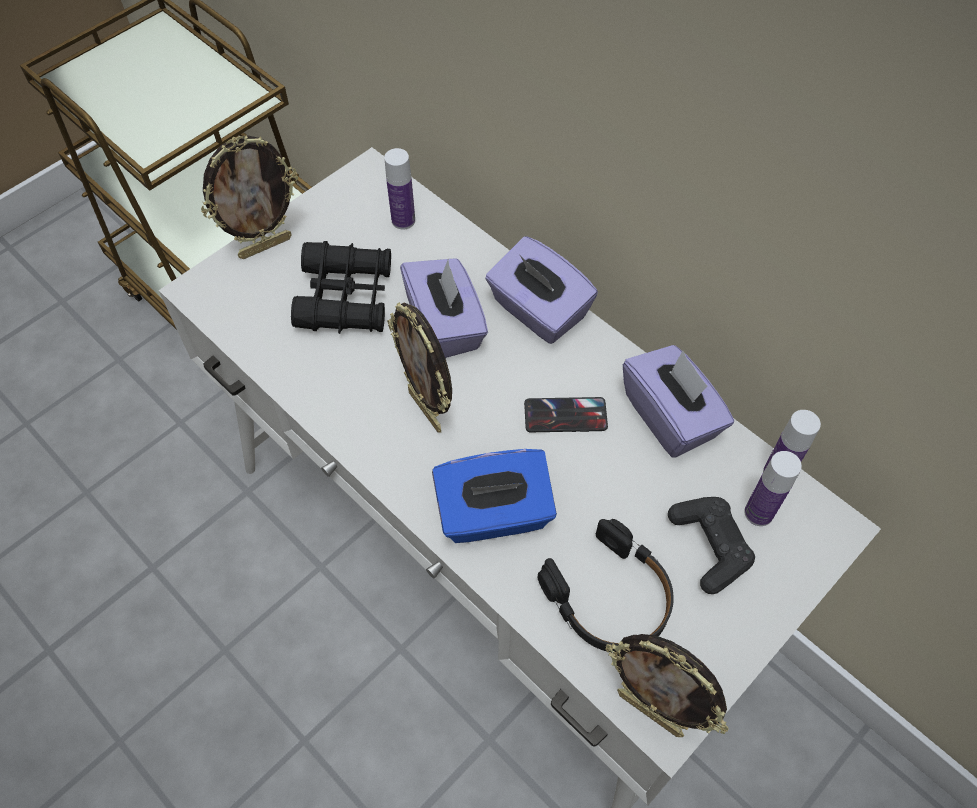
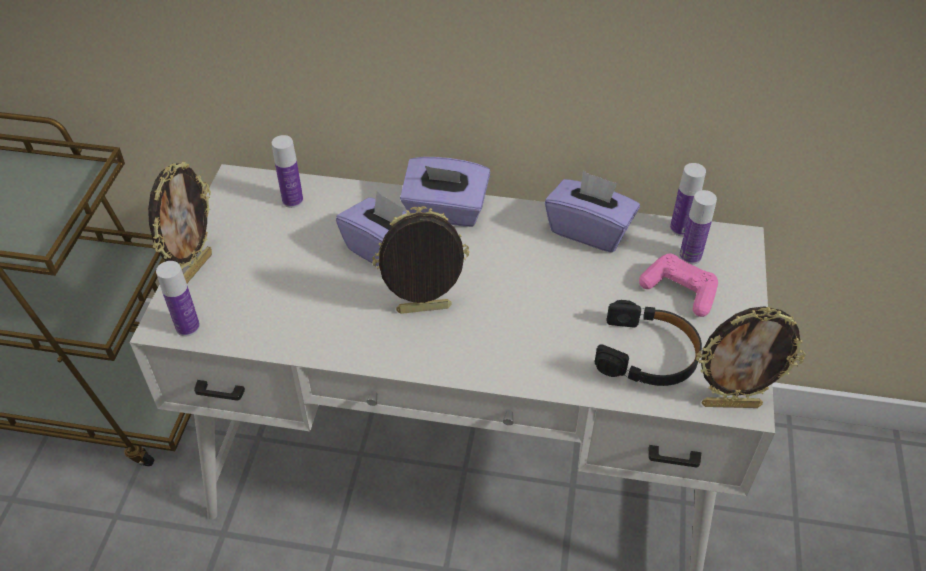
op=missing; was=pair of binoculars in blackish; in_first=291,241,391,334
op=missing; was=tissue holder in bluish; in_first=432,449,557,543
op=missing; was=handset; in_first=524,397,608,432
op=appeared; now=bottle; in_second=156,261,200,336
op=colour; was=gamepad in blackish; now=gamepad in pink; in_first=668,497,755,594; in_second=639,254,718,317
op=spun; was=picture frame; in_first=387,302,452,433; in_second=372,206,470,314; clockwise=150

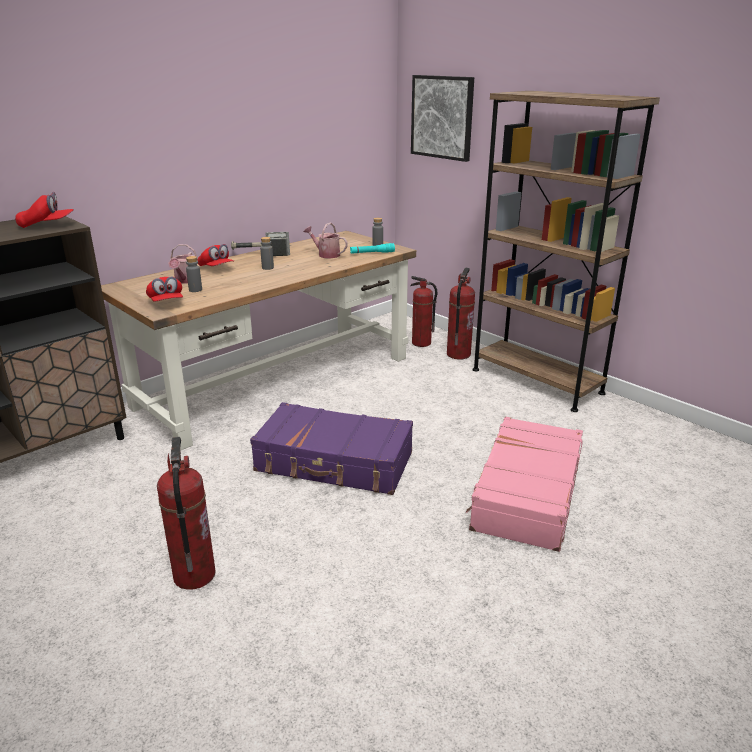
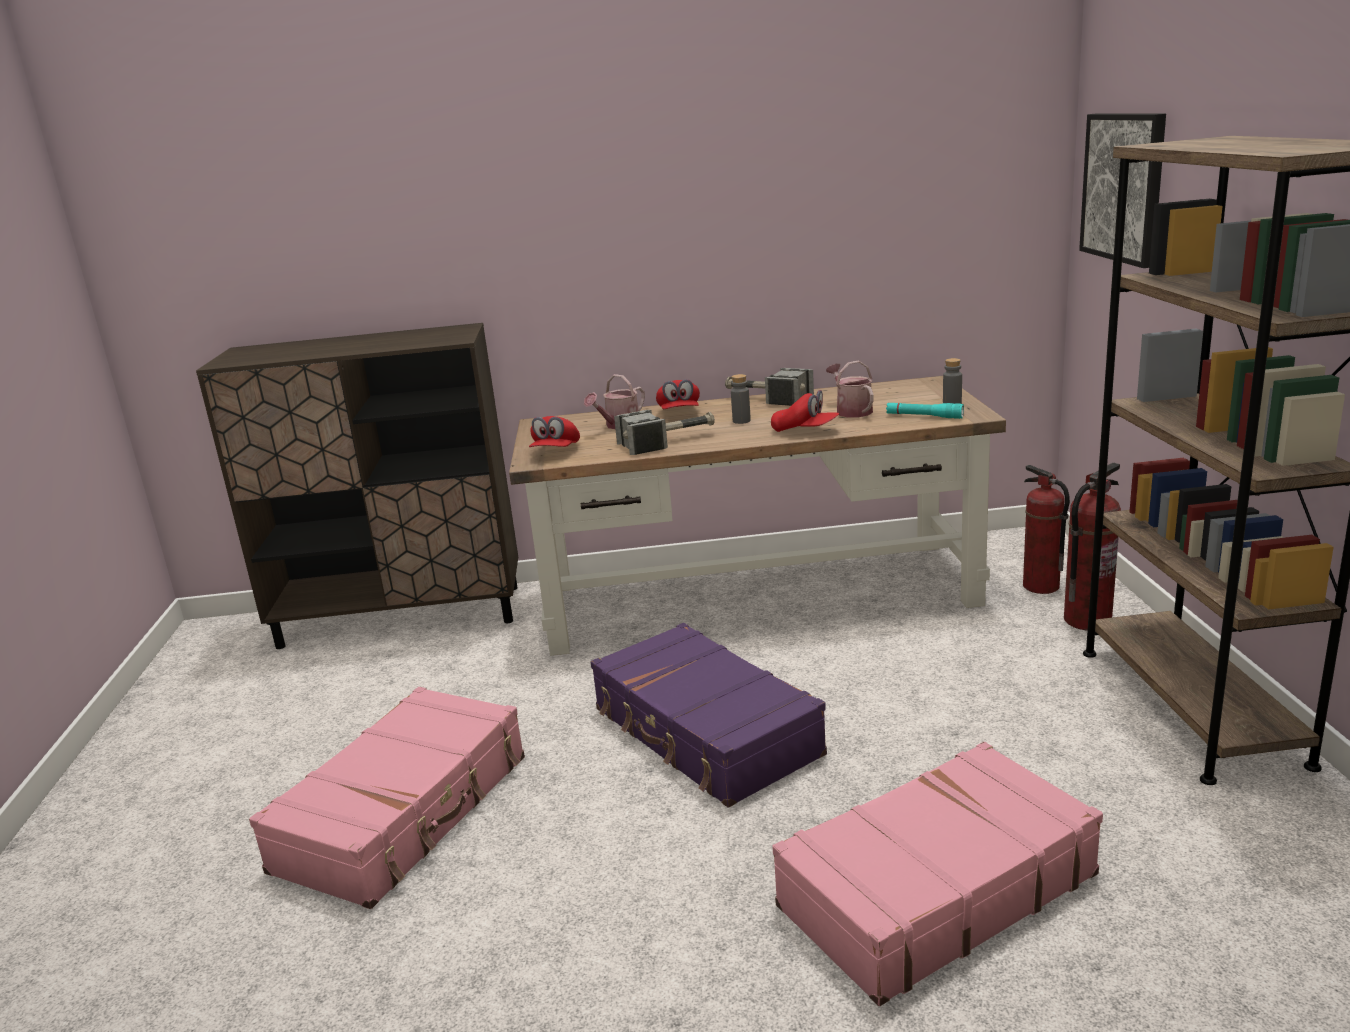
op=missing; was=bottle in grey; in_first=186,256,202,292
op=appeared; now=hammer; in_second=614,410,715,455
op=relocated; was=cap in red-coloured; in_first=15,192,74,228; in_second=771,390,840,432
op=exchanged; was=fire extinguisher; now=piece of luggage in pink; in_first=157,437,216,590; in_second=249,687,525,909

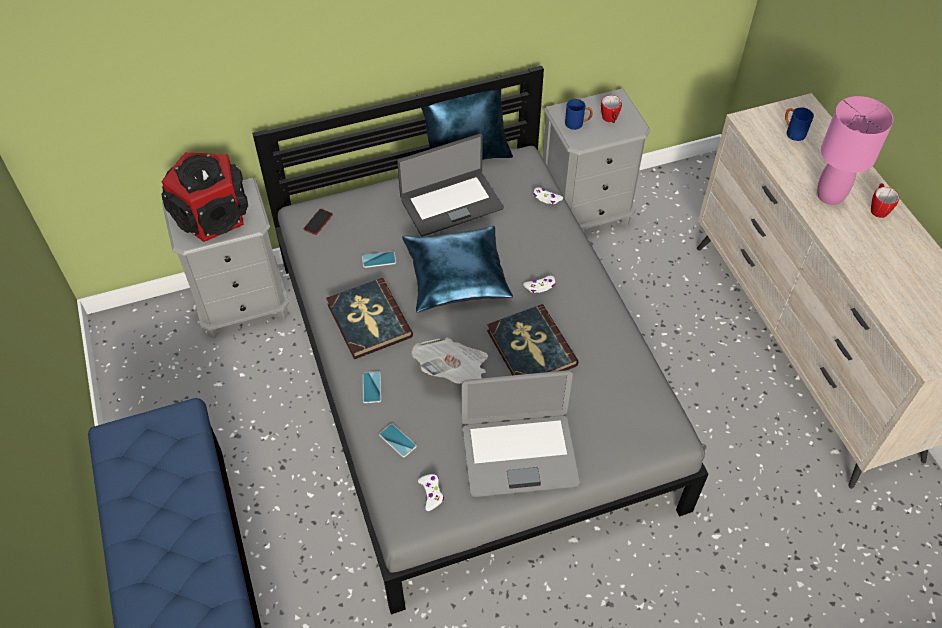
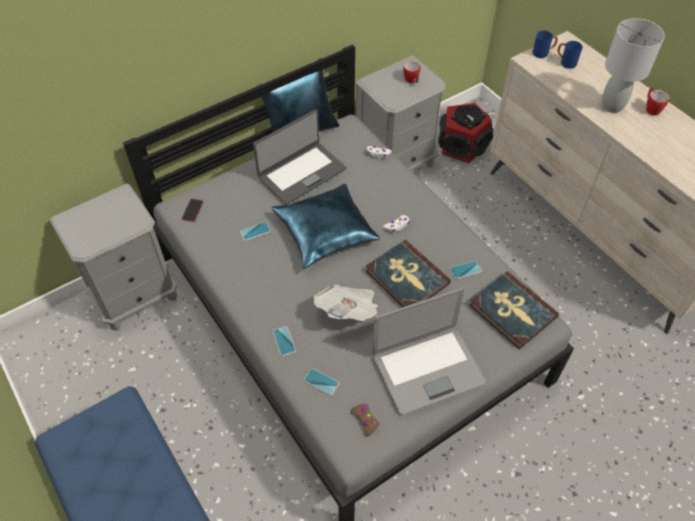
op=appeared; now=handset; in_second=449,261,482,279
op=relocated; was=audio speaker; in_first=161,152,248,242; in_second=438,103,493,163
op=relocated; was=volume; in_first=326,278,413,359; in_second=469,271,559,350
op=relocated; was=coffee mug in bluish; in_first=565,99,593,130; in_second=532,31,558,58
op=colour; was=gamepad in white; now=gamepad in brown; in_first=418,474,444,511; in_second=350,404,379,437
op=colour; was=tabletop lamp in pink; now=tabletop lamp in grey; in_first=817,96,893,205; in_second=602,18,665,113

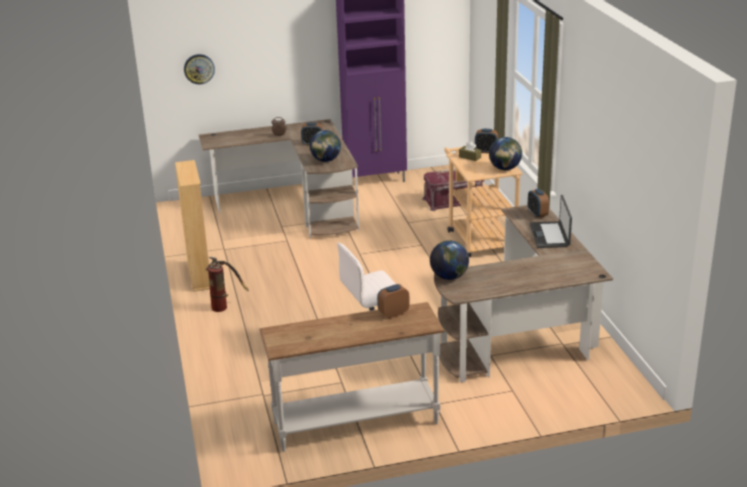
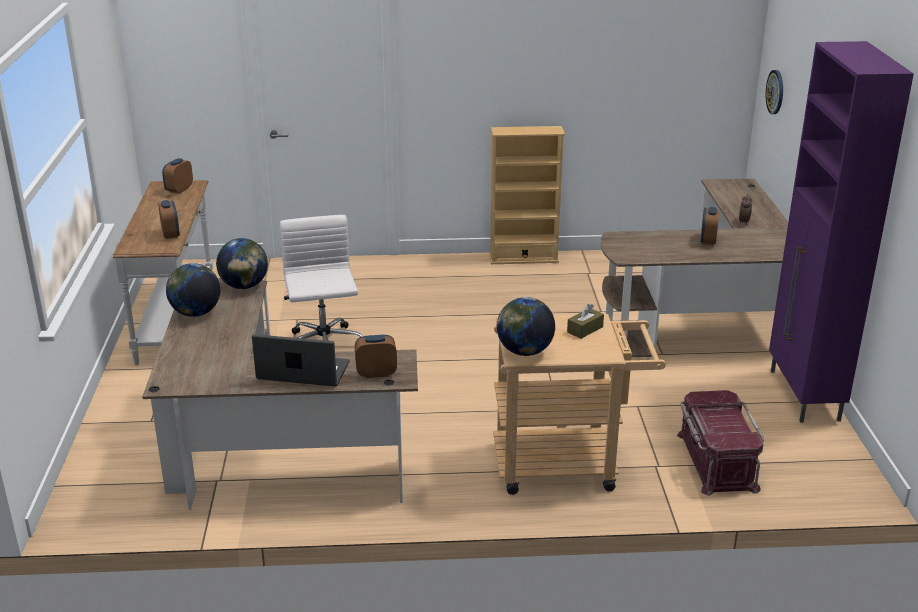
op=missing; was=fire extinguisher; in_first=206,257,249,312
op=relocated; was=world globe; in_first=310,130,341,162; in_second=166,263,220,317
op=relocated; was=table clock; in_first=475,129,498,153; in_second=162,158,193,194

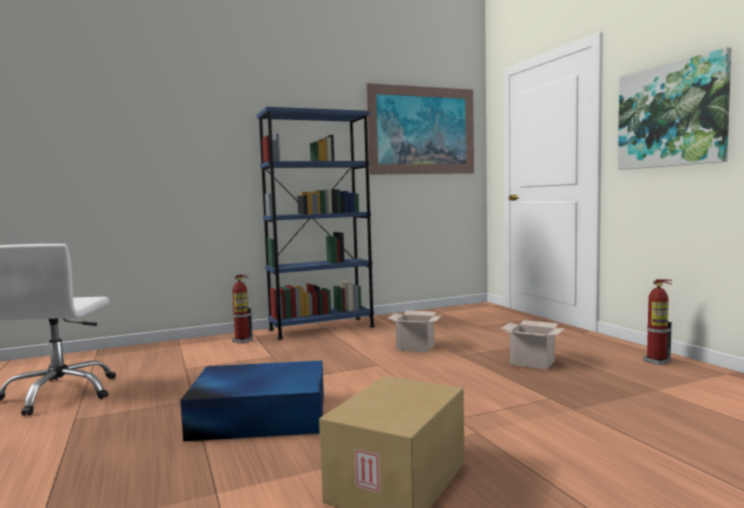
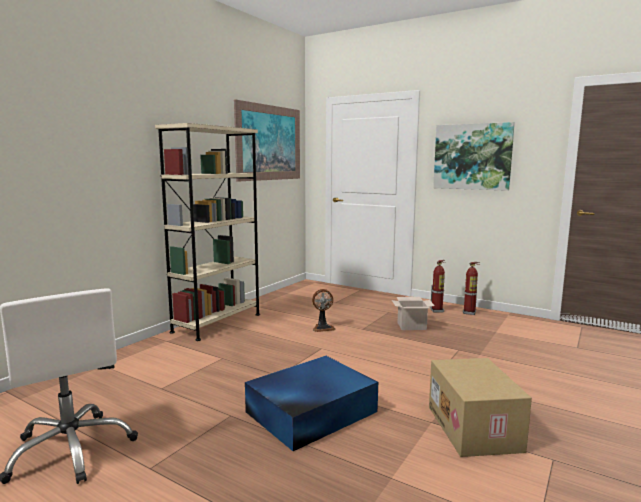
op=relocated; was=fire extinguisher; in_first=232,274,253,343; in_second=430,260,445,312
op=exchanged; was=packing box; now=cooling fan; in_first=387,311,442,353; in_second=312,289,335,332
op=colour; was=bookshelf in bluish; now=bookshelf in sand-coloured; in_first=257,107,375,340; in_second=155,123,260,341

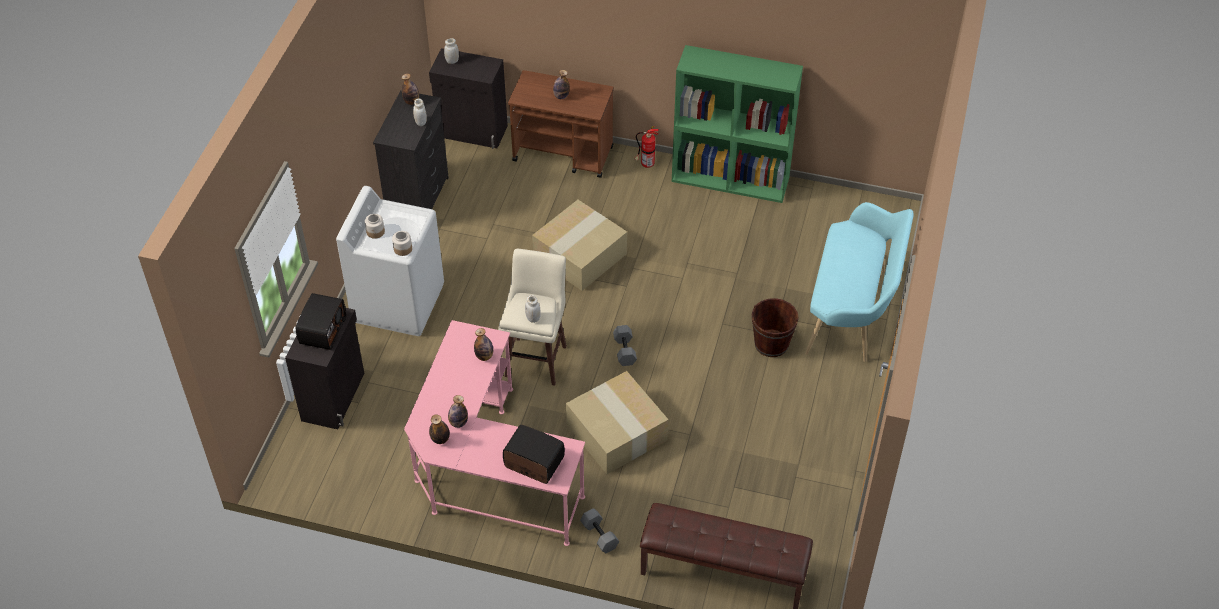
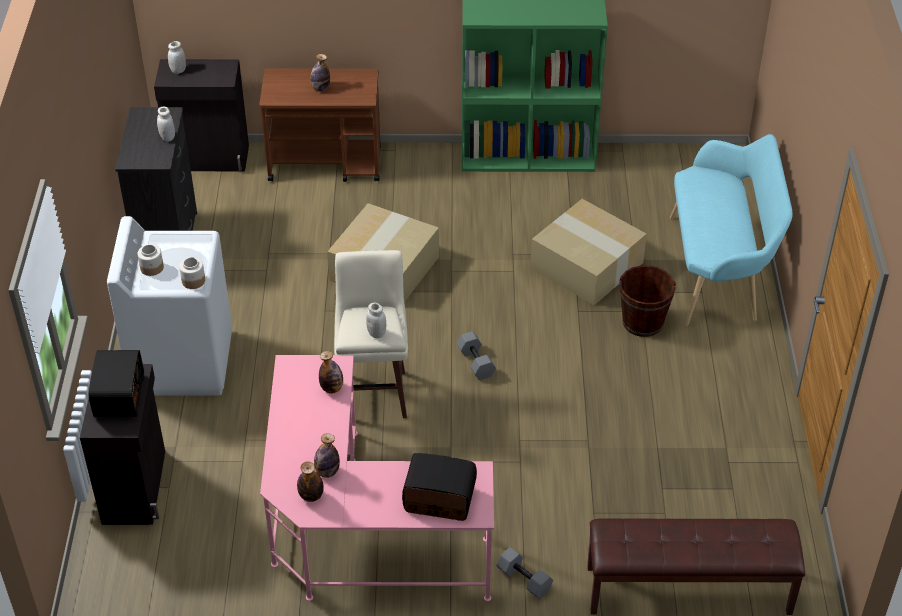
op=missing; was=bottle; in_first=402,73,419,105
op=missing; was=fire extinguisher; in_first=634,126,659,168
op=relocated; was=packing box; in_first=566,371,668,474; in_second=530,199,647,305

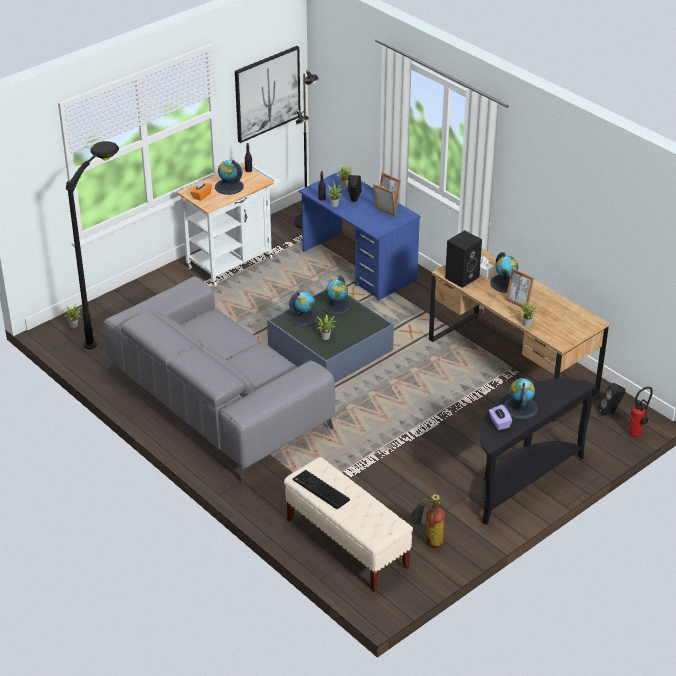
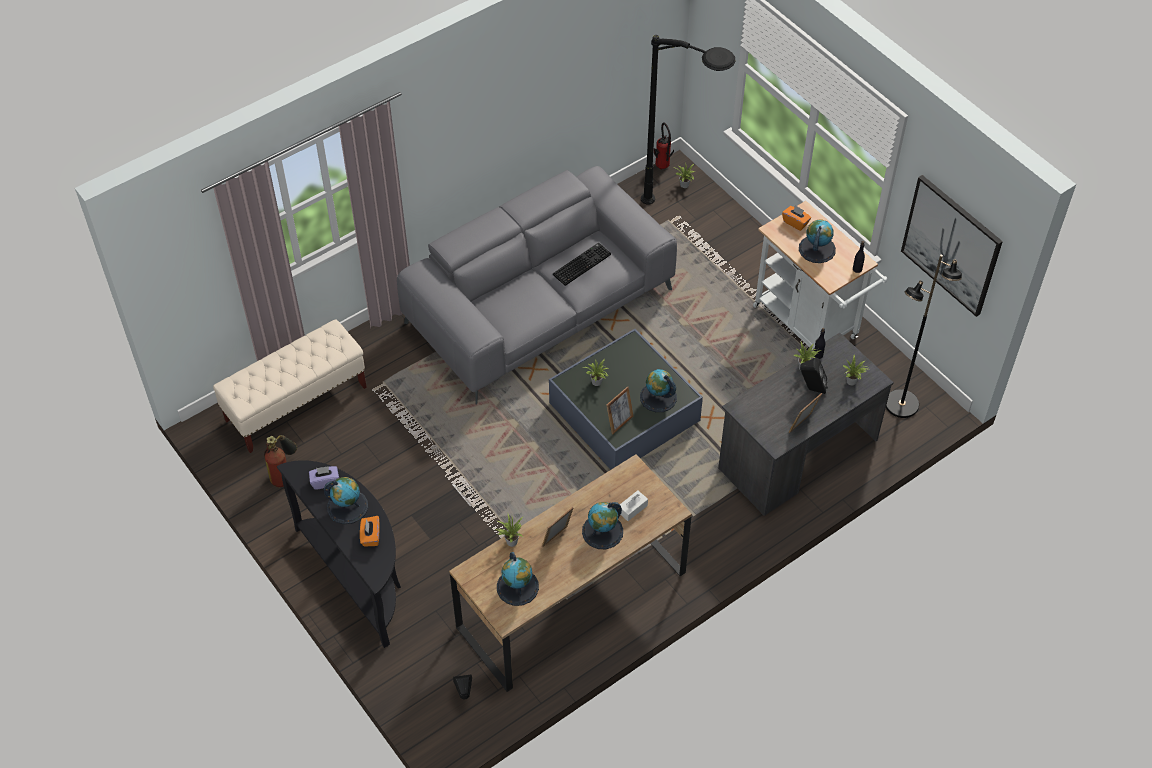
op=missing; was=audio speaker in blackish; in_first=445,230,482,288
op=appeared; now=tissue holder in orange-coloured; in_second=360,516,380,547
op=relocated; was=world globe; in_first=289,291,319,327; in_second=497,552,539,606
op=relocated; was=computer keyboard; in_first=293,470,350,509; in_second=553,243,611,286
op=relocated; was=picture frame; in_first=373,184,396,217; in_second=606,386,634,435
op=relocated; was=fire extinguisher; in_first=628,387,653,437; in_second=654,122,674,170
op=colour; was=desk in bluish; now=desk in grey; in_first=299,171,421,301; in_second=718,333,894,516

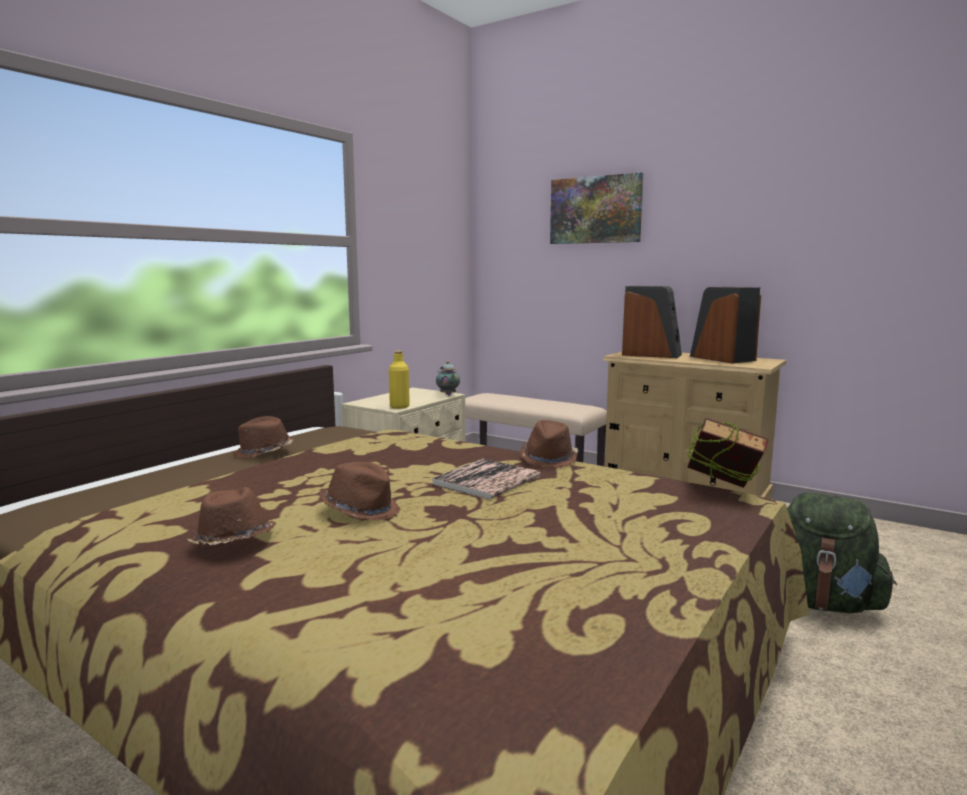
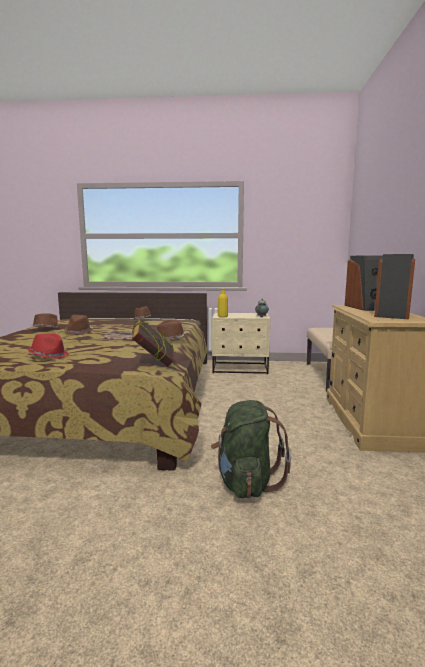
op=missing; was=picture; in_first=550,172,643,244
op=appeared; now=wearable hat in red-coloured; in_second=28,333,69,359

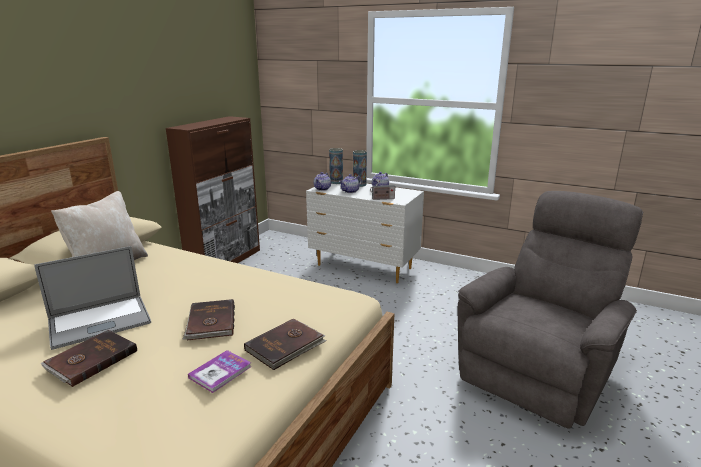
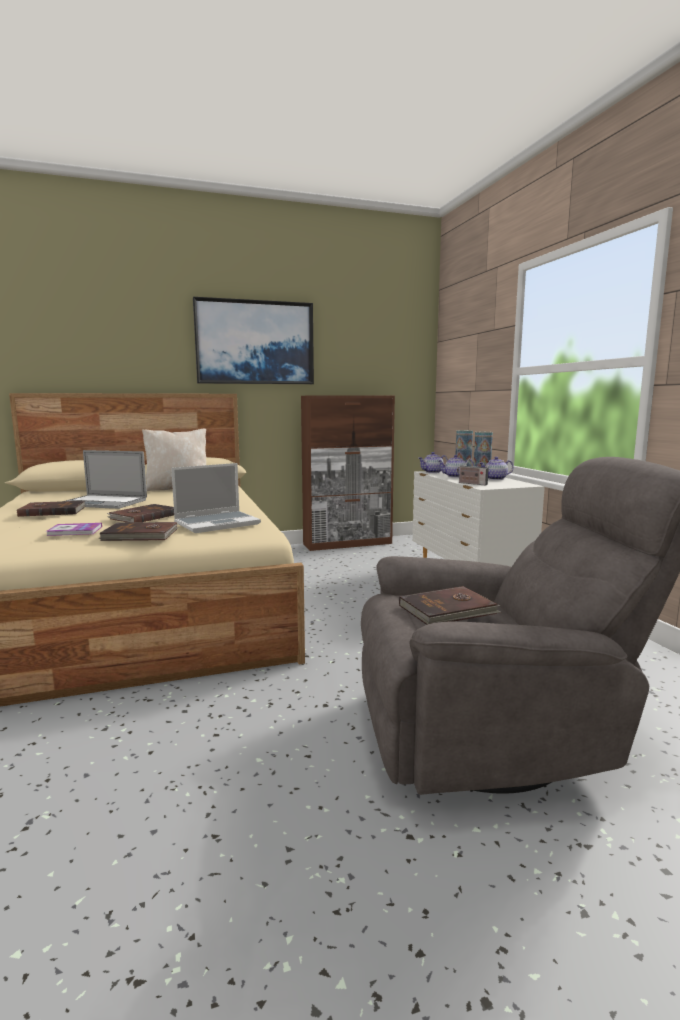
op=appeared; now=notebook computer; in_second=171,463,261,533
op=appeared; now=picture; in_second=193,297,314,384
op=appeared; now=volume in brown; in_second=399,586,501,625

